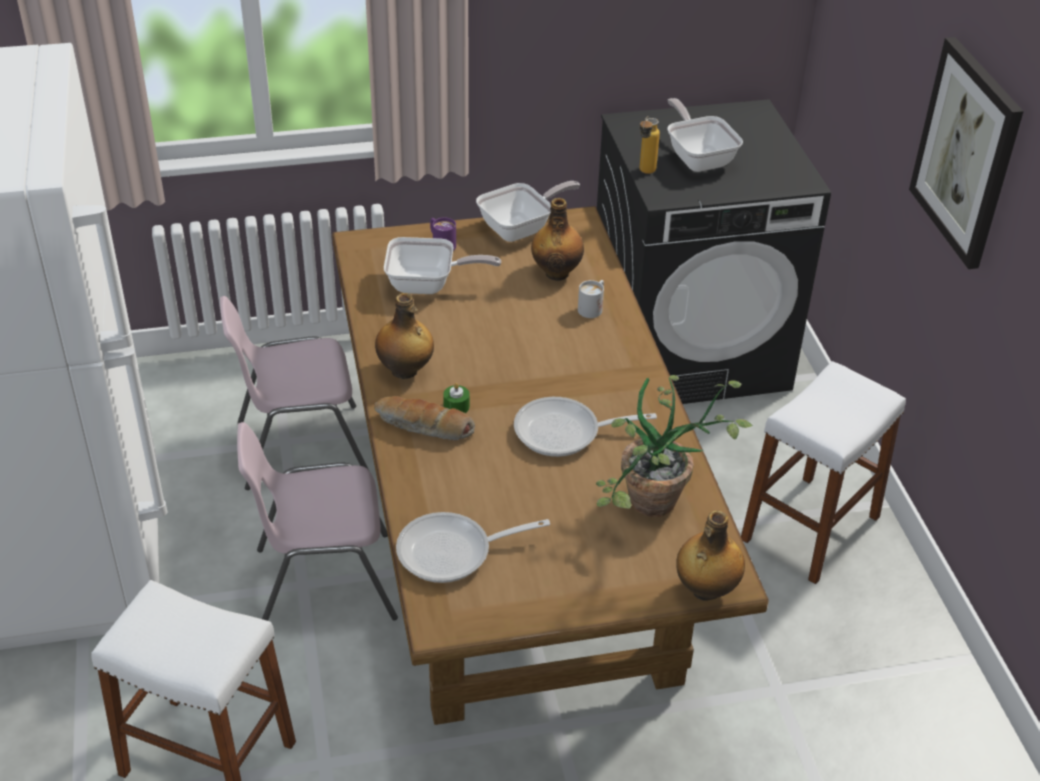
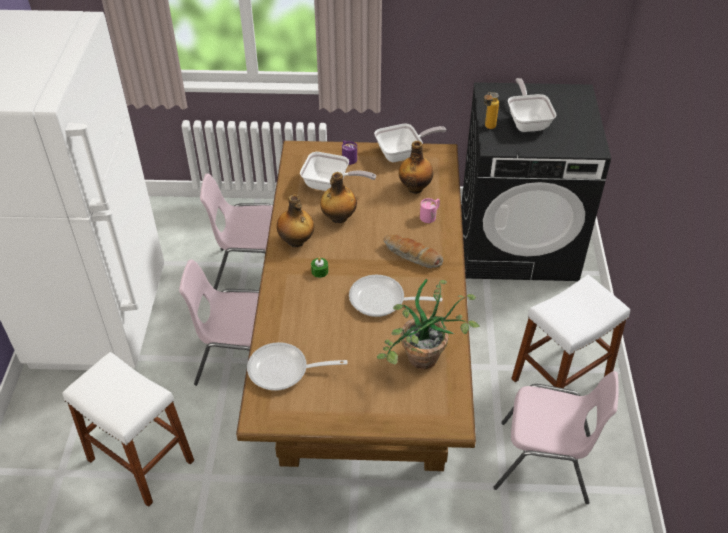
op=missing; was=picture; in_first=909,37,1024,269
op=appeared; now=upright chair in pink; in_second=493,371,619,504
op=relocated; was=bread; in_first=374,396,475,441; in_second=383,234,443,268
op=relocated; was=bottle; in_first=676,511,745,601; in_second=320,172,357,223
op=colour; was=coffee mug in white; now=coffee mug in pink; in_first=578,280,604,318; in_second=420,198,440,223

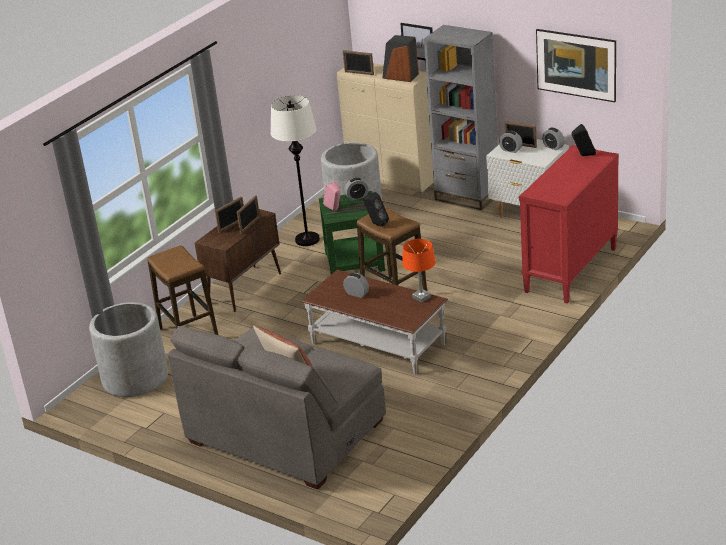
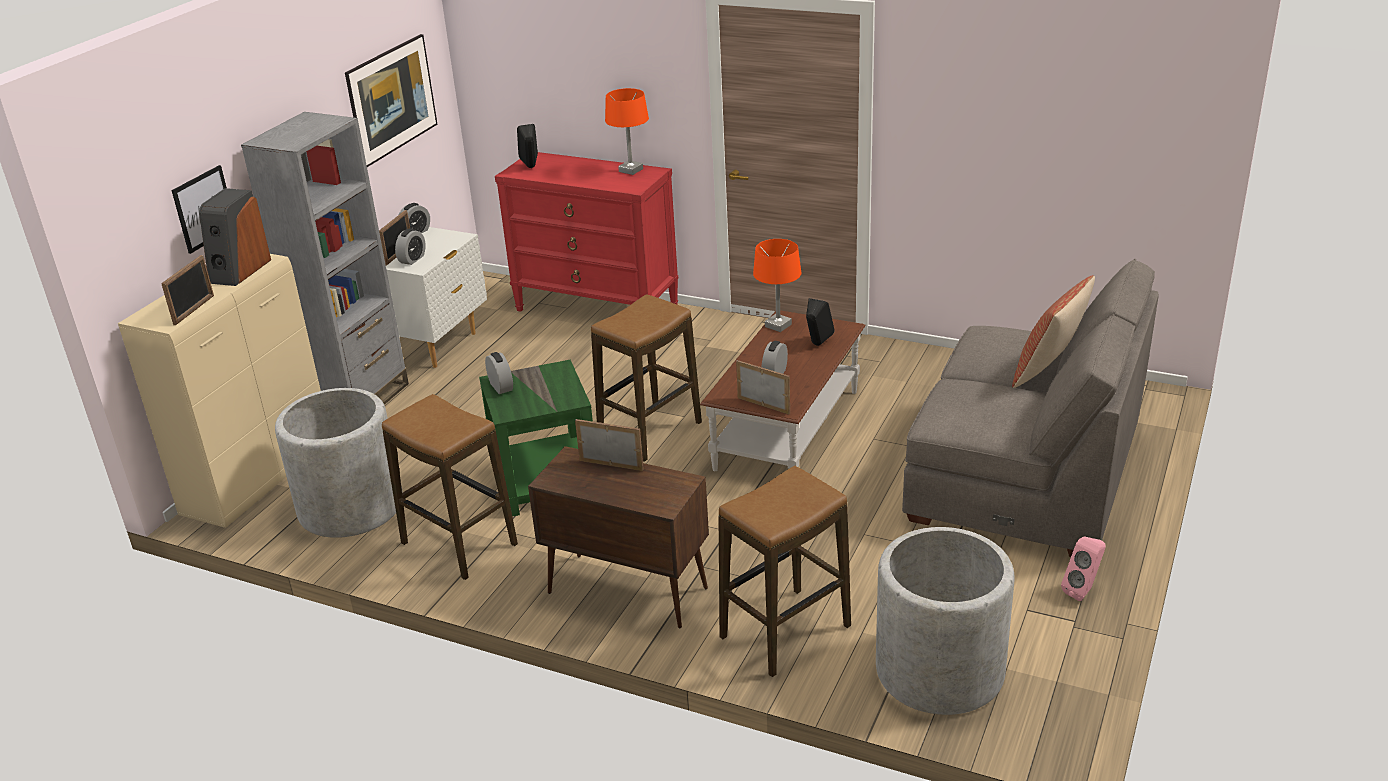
op=appeared; now=tabletop lamp in orange-coloured; in_second=605,88,649,175
op=relocated; was=picture frame; in_first=215,196,244,233; in_second=736,360,790,415
op=relocated; was=audio speaker in pink; in_first=323,181,341,211; in_second=1061,536,1106,601
op=relocated; was=audio speaker in blackish; in_first=363,192,389,227; in_second=806,298,834,346
op=exchanged; was=standing lamp in white; now=sitting stool; in_first=271,95,320,246; in_second=382,394,518,580

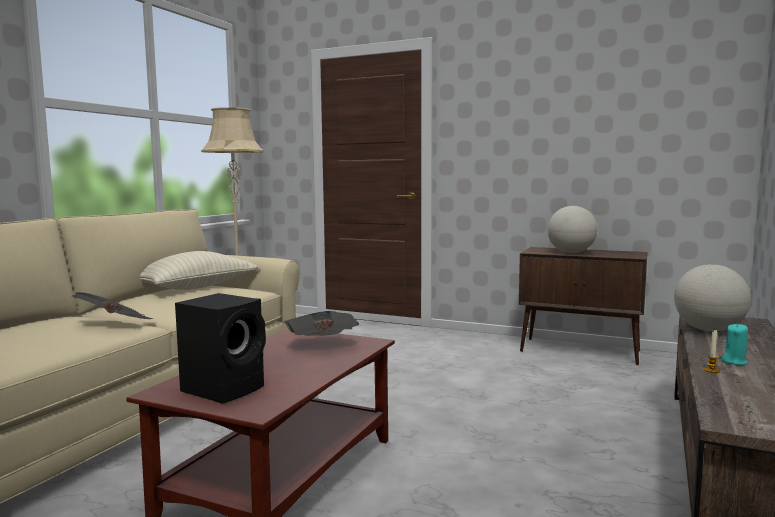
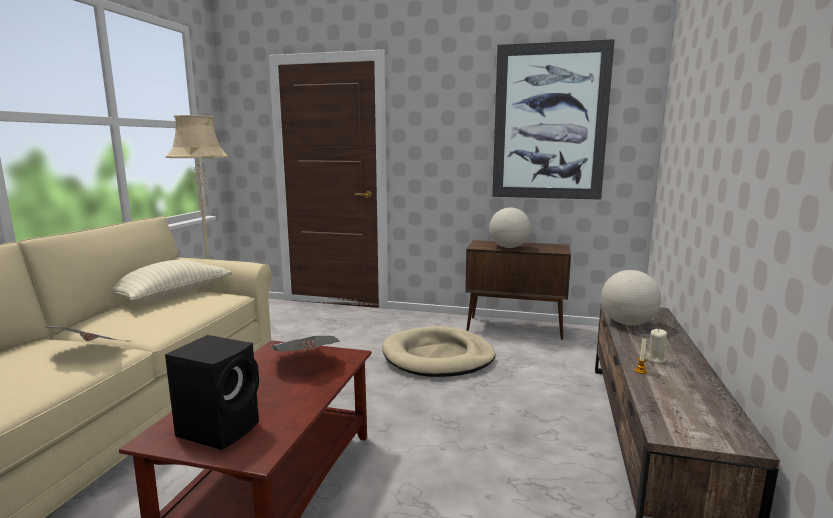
op=appeared; now=dog bed in sand-coloured; in_second=383,326,495,377
op=appeared; now=picture; in_second=492,39,615,200
op=colour; was=wax candle in turquoise; now=wax candle in sand-coloured; in_first=721,323,748,365; in_second=645,329,667,363

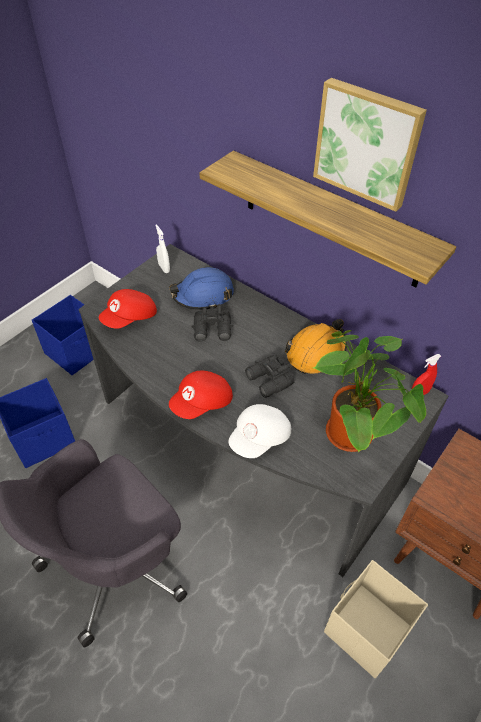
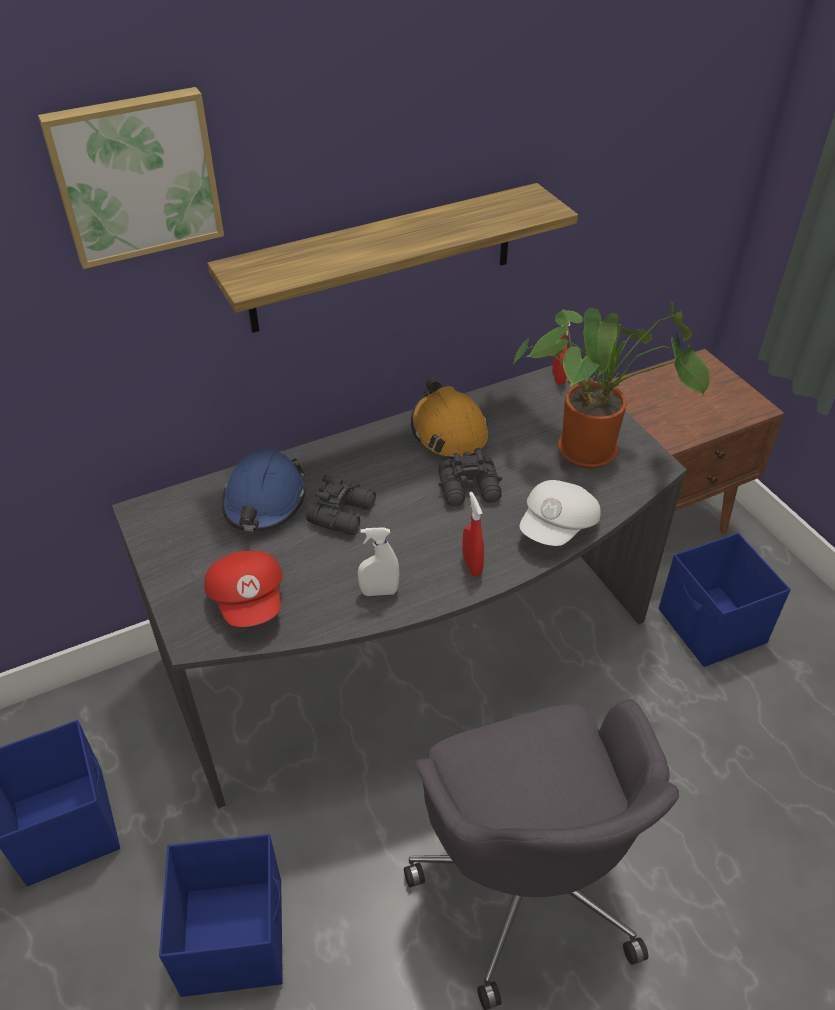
op=relocated; was=spray bottle in white; in_first=155,224,170,273; in_second=358,527,399,596
op=relocated; was=picture; in_first=313,78,427,212; in_second=38,87,224,269
op=exchanged; was=cap in red-coloured; now=spray bottle in red-coloured; in_first=169,371,233,419; in_second=462,492,484,577
op=colour; was=storage box in sand-coloured; now=storage box in bluish; in_first=324,560,428,678; in_second=659,533,791,667
op=spun; was=cap in white; in_first=228,404,291,458; in_second=519,480,601,546; clockwise=60

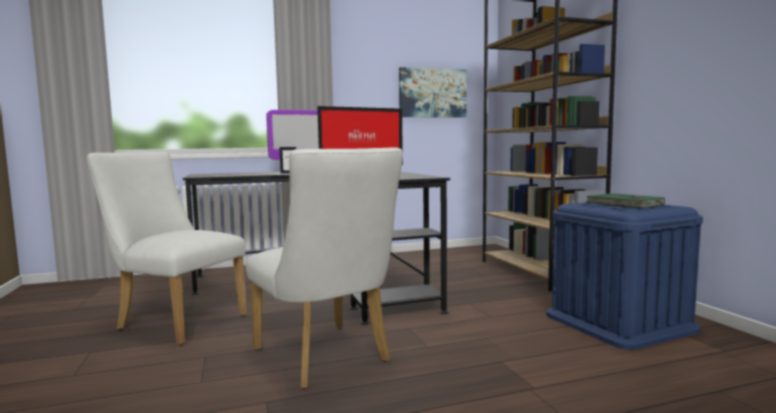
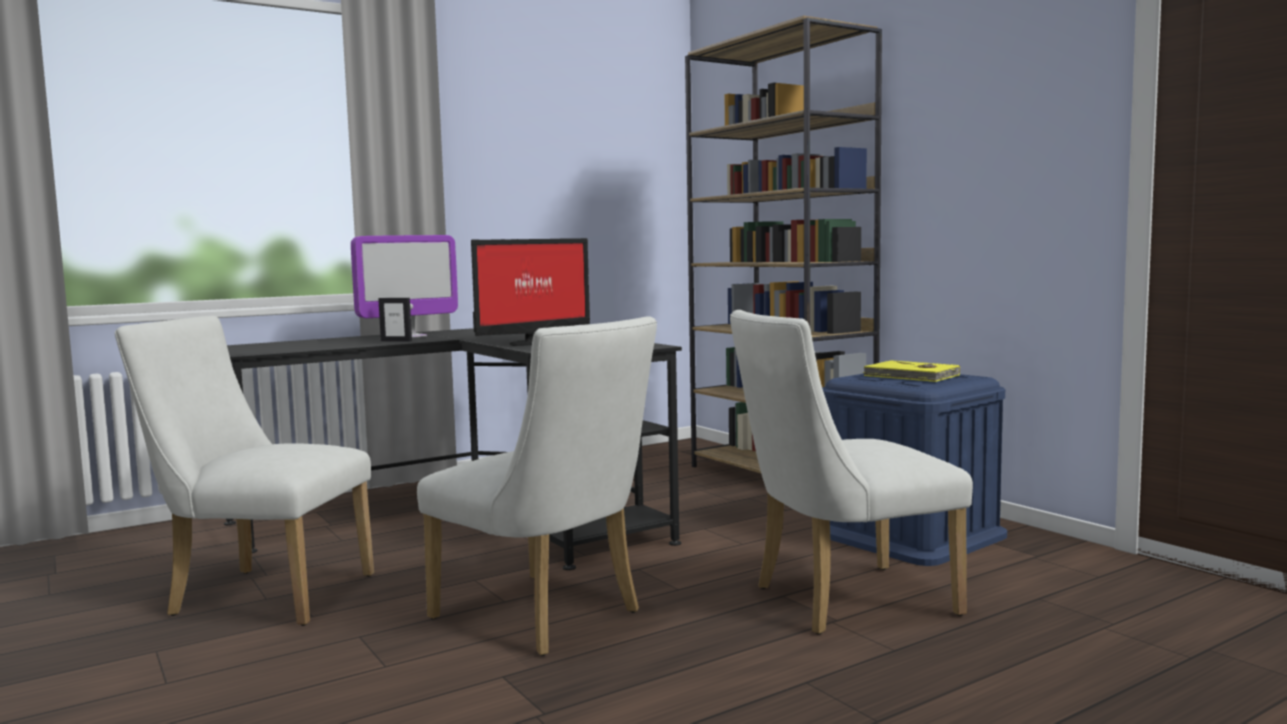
op=missing; was=picture; in_first=399,67,467,118
op=appeared; now=upright chair in white; in_second=730,310,973,635
op=colour; was=volume in green; now=volume in yellow; in_first=586,193,665,208; in_second=863,360,961,382

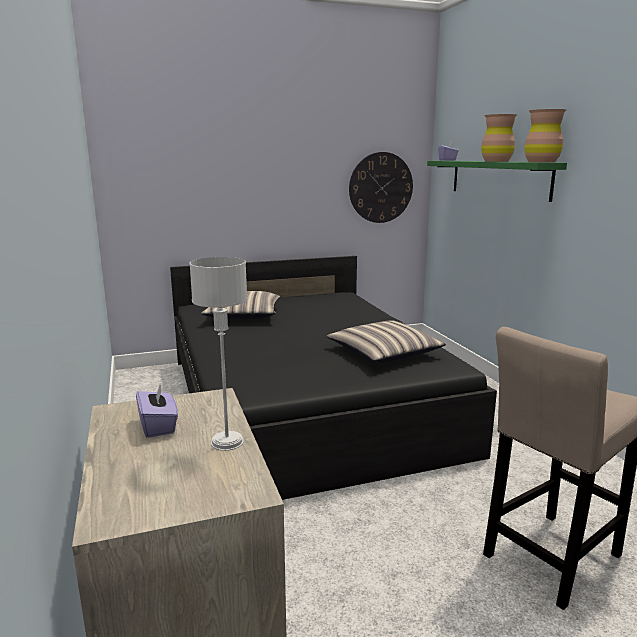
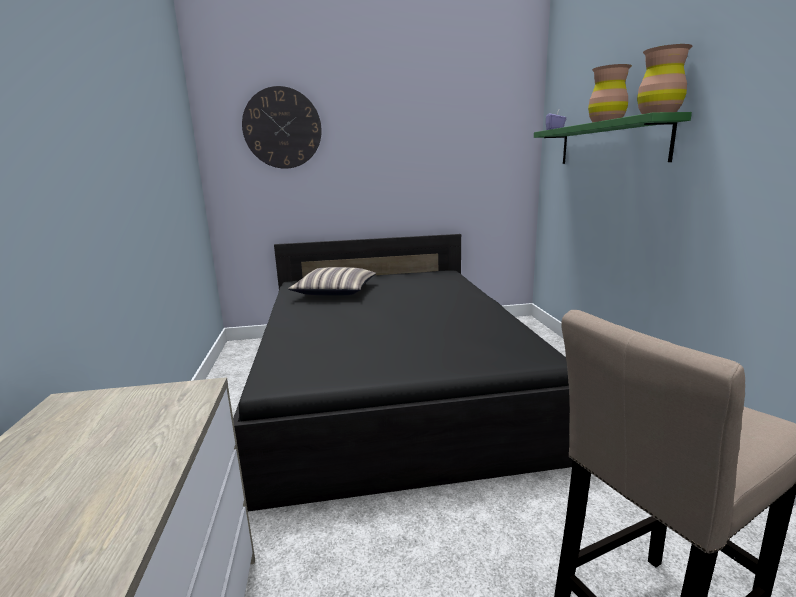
op=missing; was=tissue holder in purple-coloured; in_first=136,382,178,438
op=missing; was=tabletop lamp in grey; in_first=189,257,247,451
op=missing; was=throw pillow; in_first=326,321,446,363
op=relocated; was=hanging clock; in_first=349,152,413,223; in_second=242,86,322,169

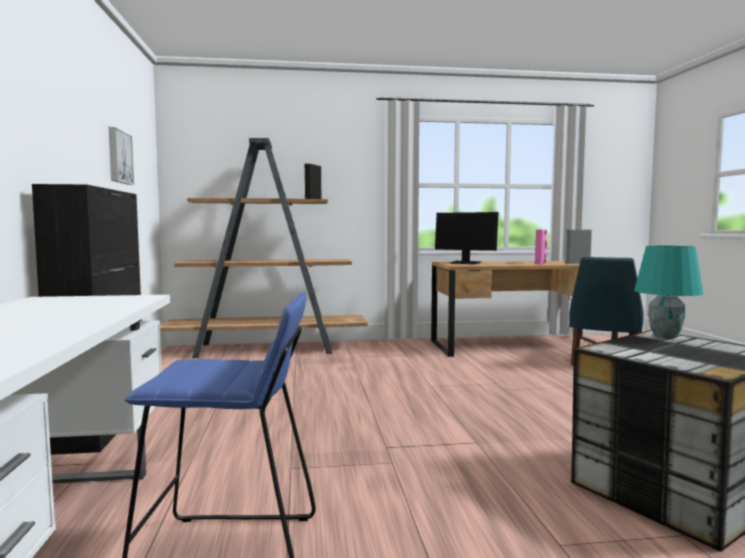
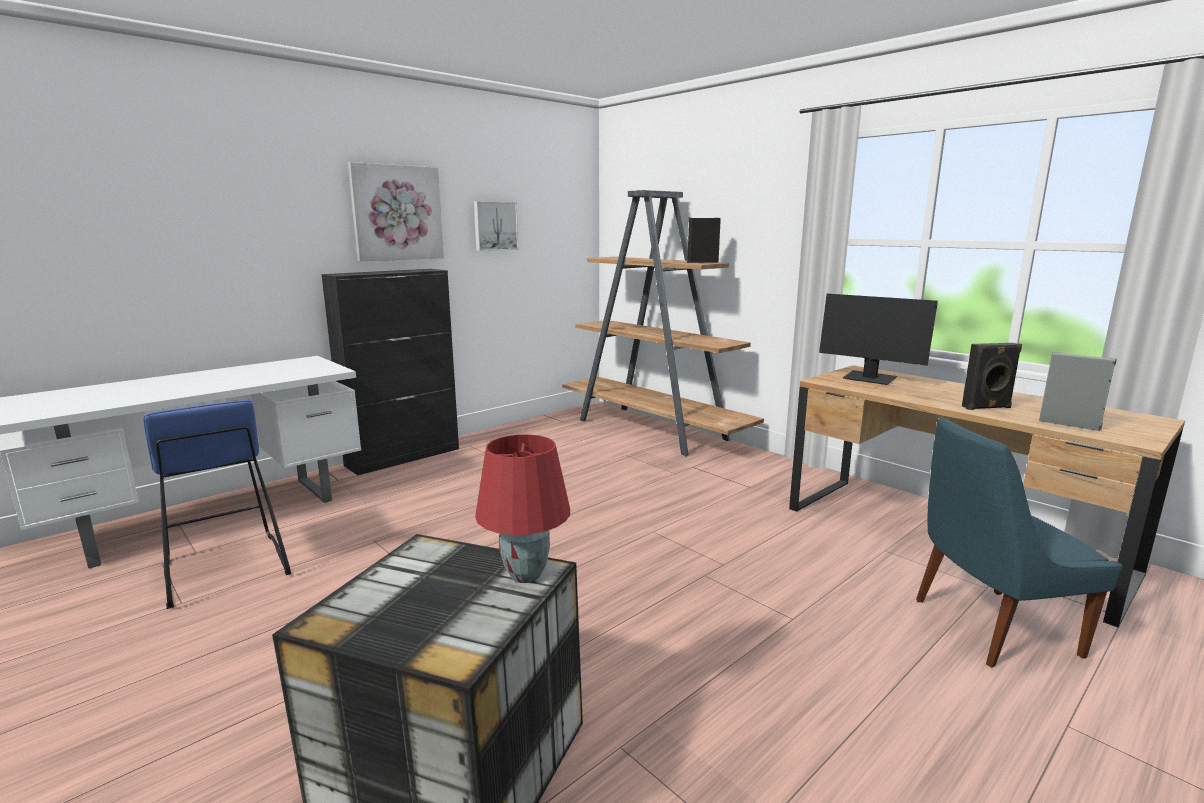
op=appeared; now=picture; in_second=348,162,444,261
op=colour; was=audio speaker in pink; now=audio speaker in blackish; in_first=535,229,547,265; in_second=962,343,1022,410
op=colour; was=tabletop lamp in turquoise; now=tabletop lamp in red-coloured; in_first=634,246,703,339; in_second=475,434,570,583
op=spun; was=computer display; in_first=435,212,499,264; in_second=819,294,938,385; clockwise=-45

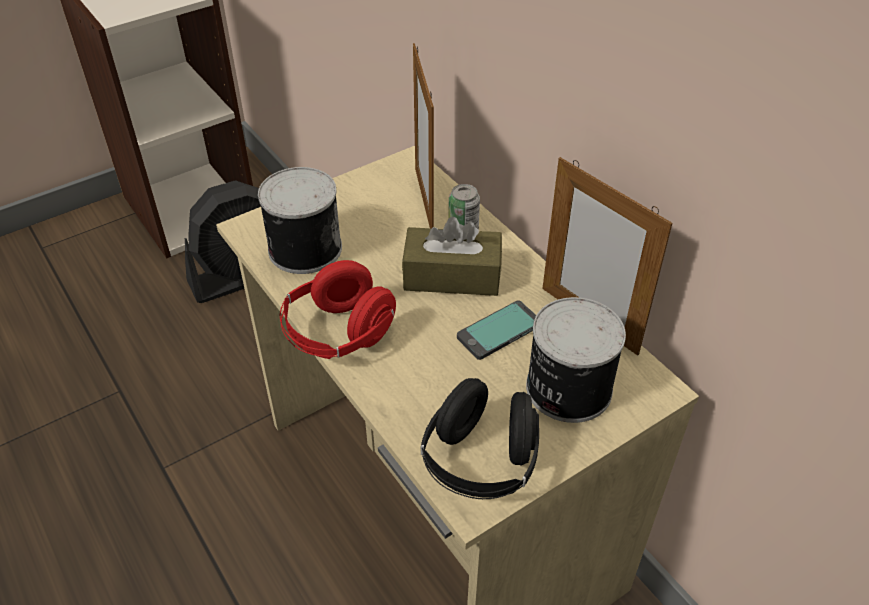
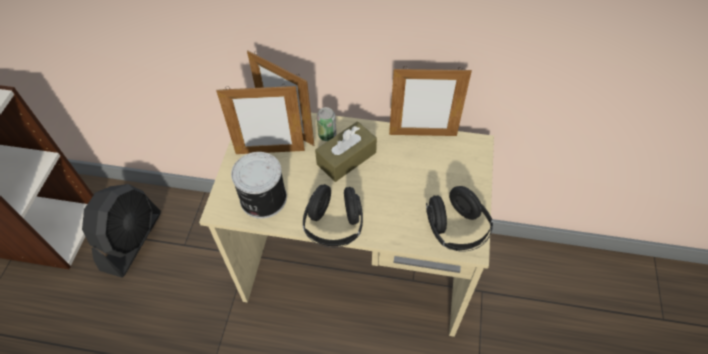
op=missing; was=handset; in_first=457,300,536,360
op=missing; was=sealed can; in_first=526,297,626,423
op=appeared; now=picture frame; in_second=216,84,305,154
op=colour; was=pair of headphones in red-coloured; now=pair of headphones in blackish; in_first=280,260,396,359; in_second=303,184,363,248

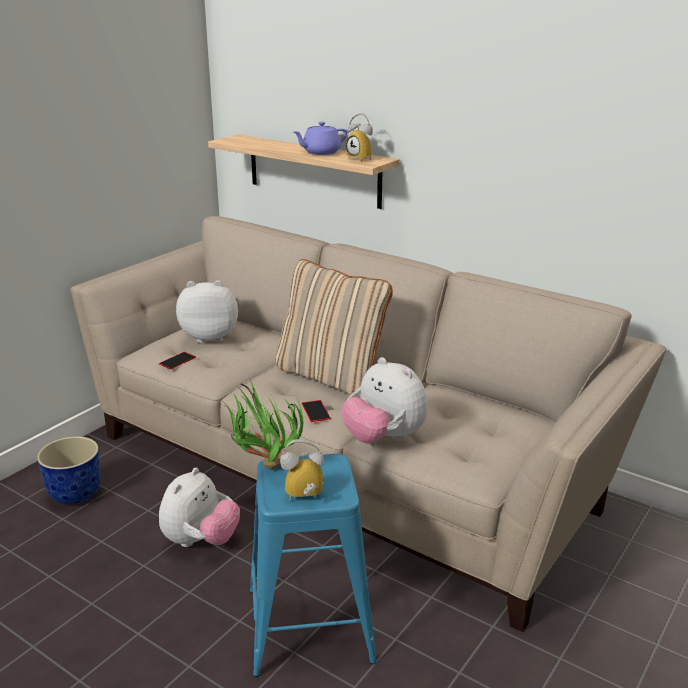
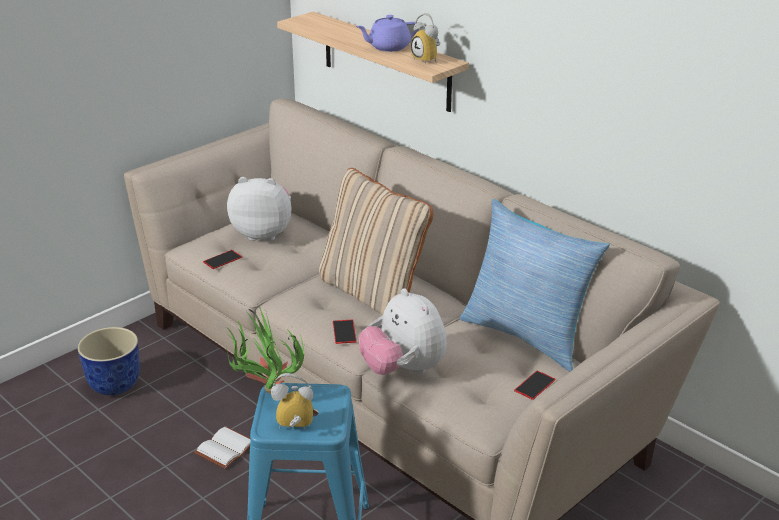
op=appeared; now=throw pillow; in_second=460,199,610,372
op=appeared; now=handset; in_second=514,371,555,400
op=exchanged; was=plush toy; now=volume in white; in_first=159,468,240,547; in_second=194,427,251,469

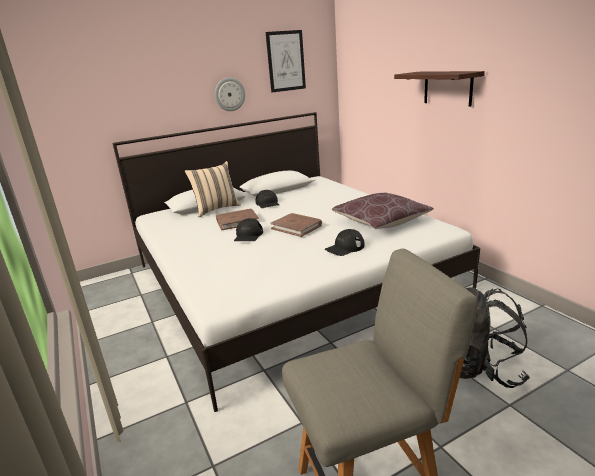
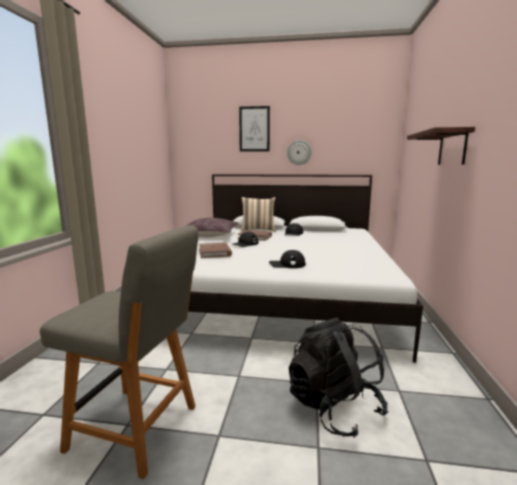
op=relocated; was=picture; in_first=266,30,306,93; in_second=239,106,270,152
op=relocated; was=volume in brown; in_first=270,213,322,237; in_second=199,242,232,258
op=relocated; was=throw pillow in brown; in_first=332,193,434,229; in_second=186,218,239,237

